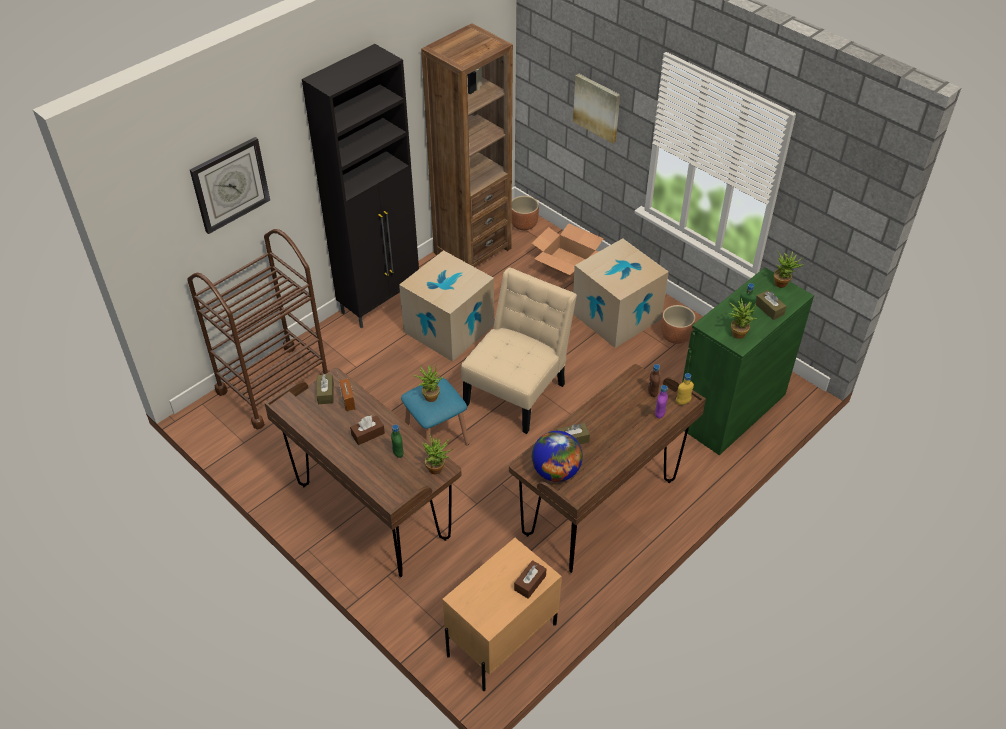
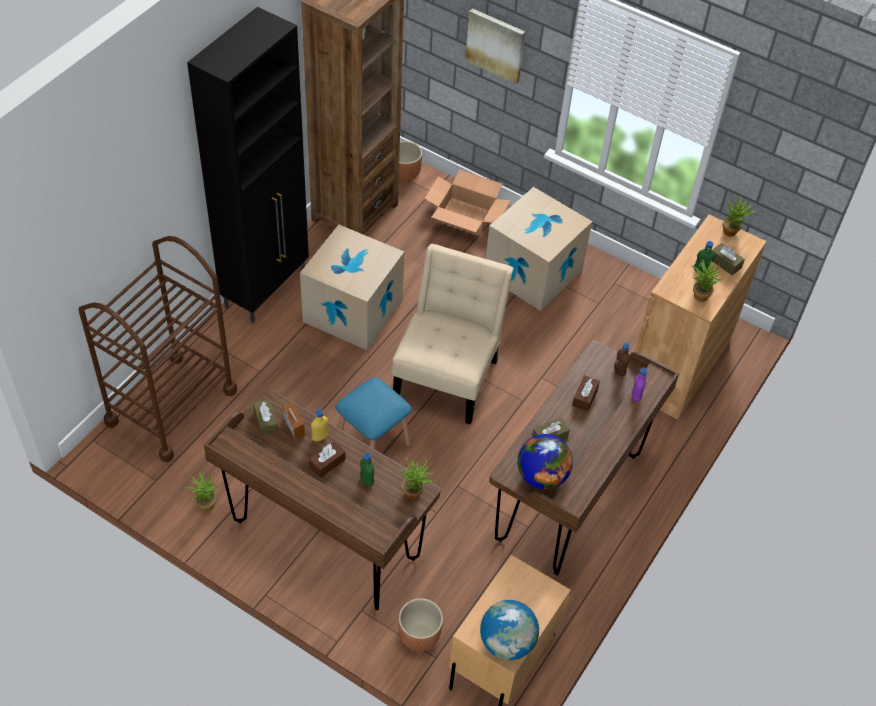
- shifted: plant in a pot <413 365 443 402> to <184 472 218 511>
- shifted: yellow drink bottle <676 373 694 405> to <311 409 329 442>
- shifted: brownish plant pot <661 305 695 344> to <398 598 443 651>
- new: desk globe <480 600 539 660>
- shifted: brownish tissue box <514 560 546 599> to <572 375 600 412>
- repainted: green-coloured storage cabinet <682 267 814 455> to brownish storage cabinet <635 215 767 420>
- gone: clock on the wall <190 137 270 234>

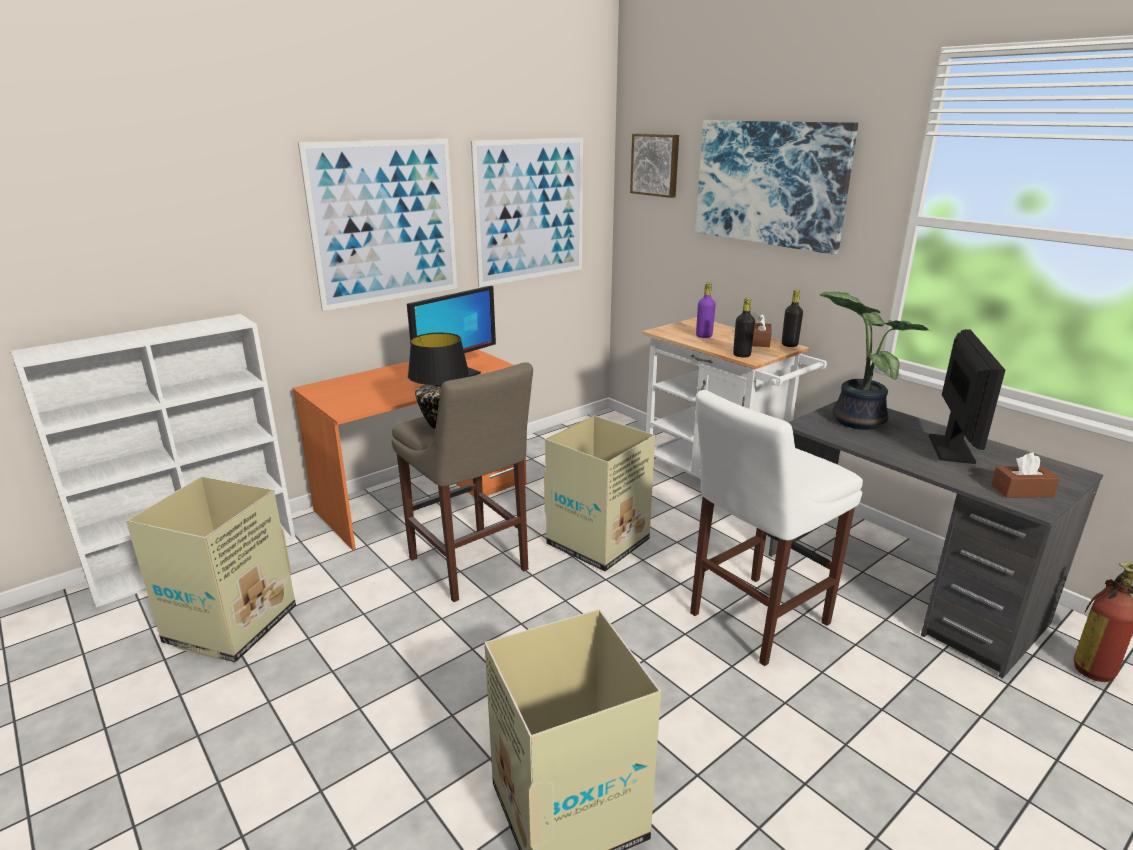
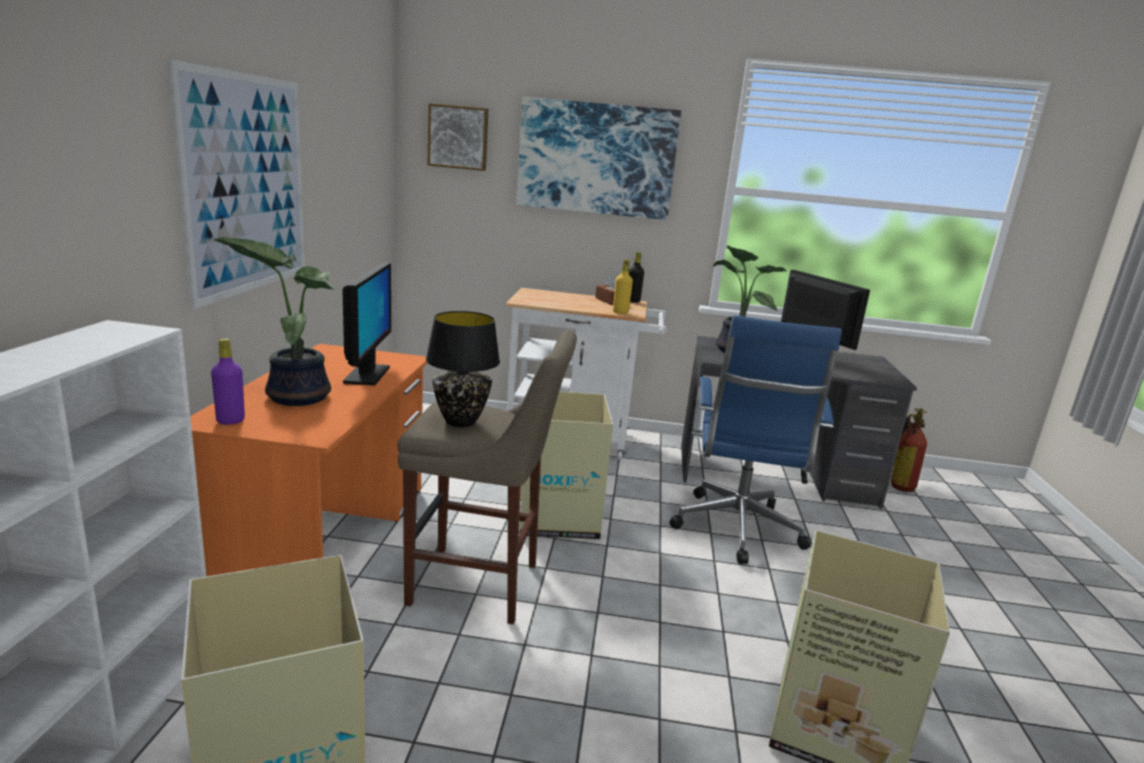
- shifted: purple-coloured drink bottle <696 283 716 338> to <211 338 245 425>
- new: plant in a pot <213 237 337 406>
- repainted: black-coloured drink bottle <733 298 755 357> to yellow drink bottle <613 259 633 314>
- swapped: white-coloured stool <690 390 863 666> to blue-coloured desk chair <670 316 842 564>
- gone: wall picture <471 138 583 287>
- gone: brownish tissue box <991 453 1060 498>

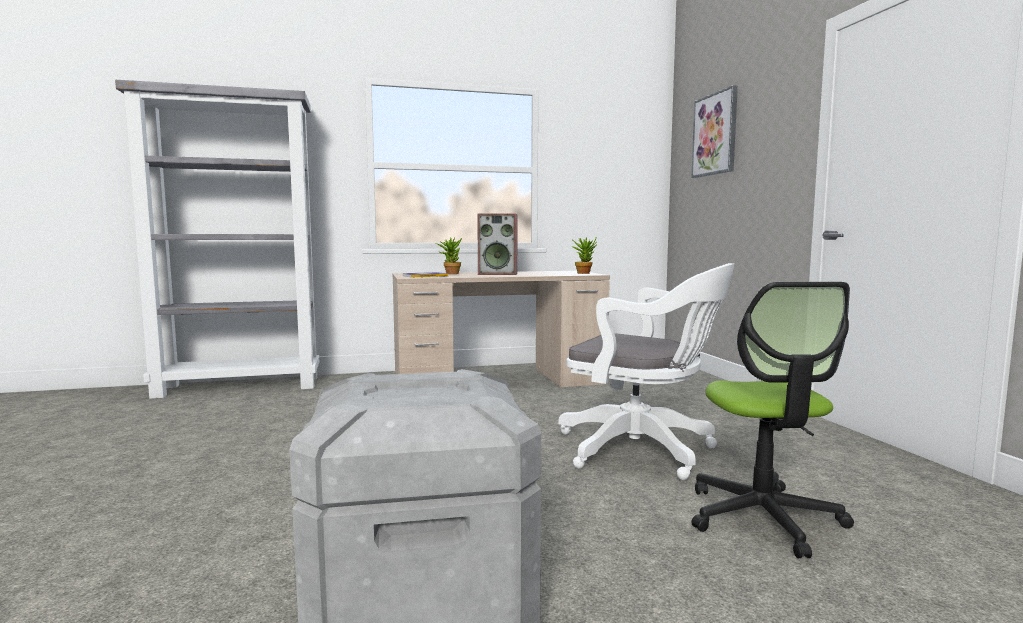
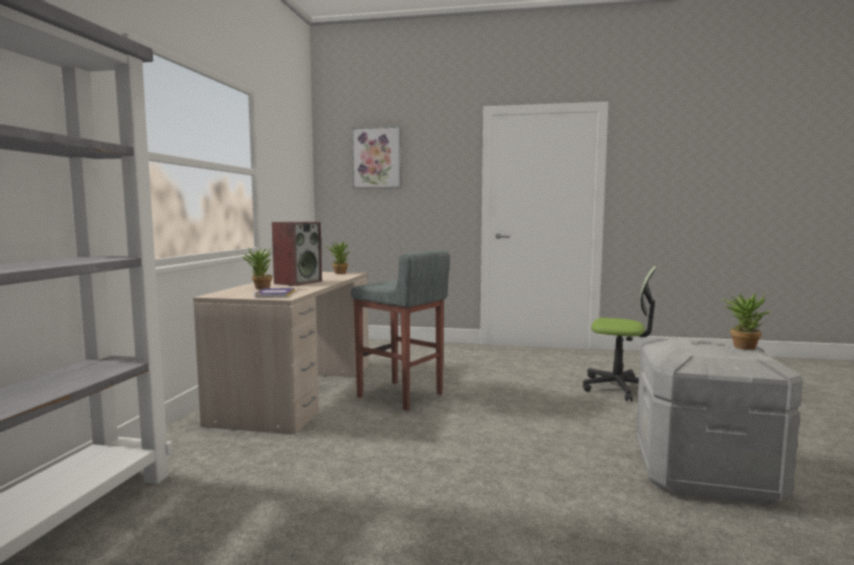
- new: greyish stool <351 250 450 411>
- new: plant in a pot <722 292 771 350>
- gone: white-coloured desk chair <558 263 734 480>

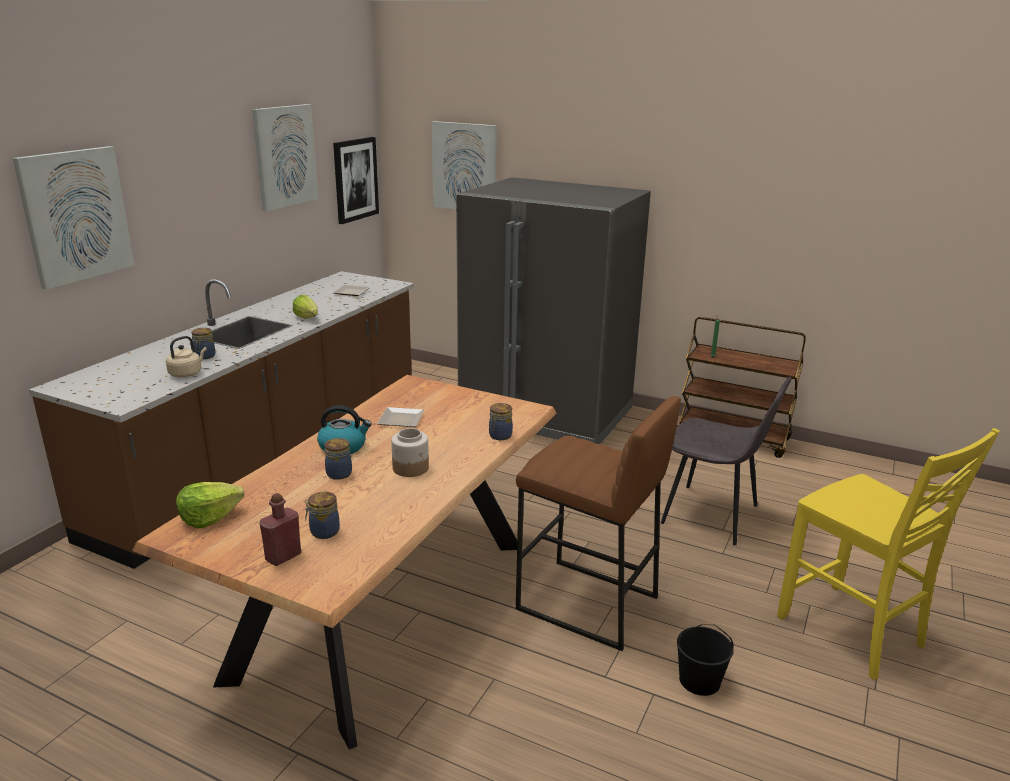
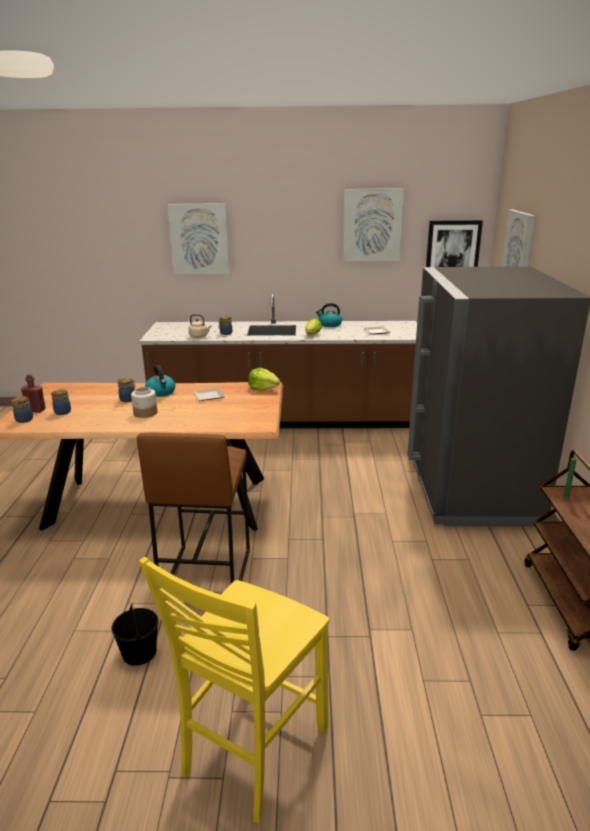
- shifted: preserve jar <489 403 513 440> to <11 396 33 423>
- shifted: lettuce <176 482 244 529> to <248 368 281 390>
- new: kettle <316 303 342 327>
- gone: greyish upright chair <661 376 792 545>

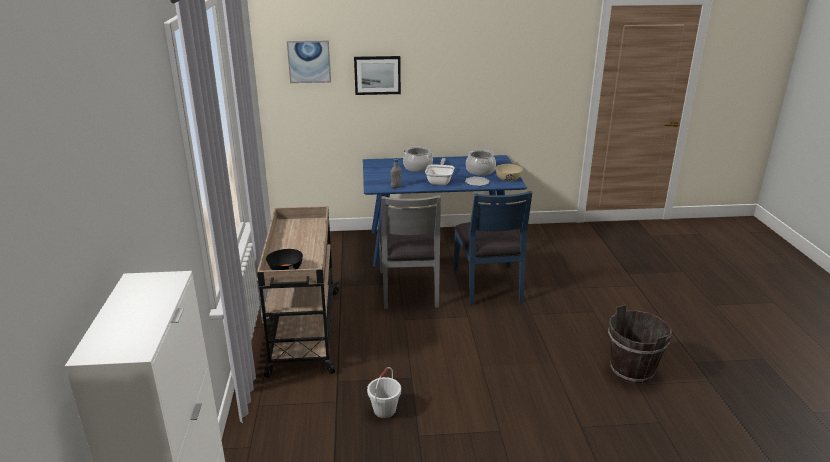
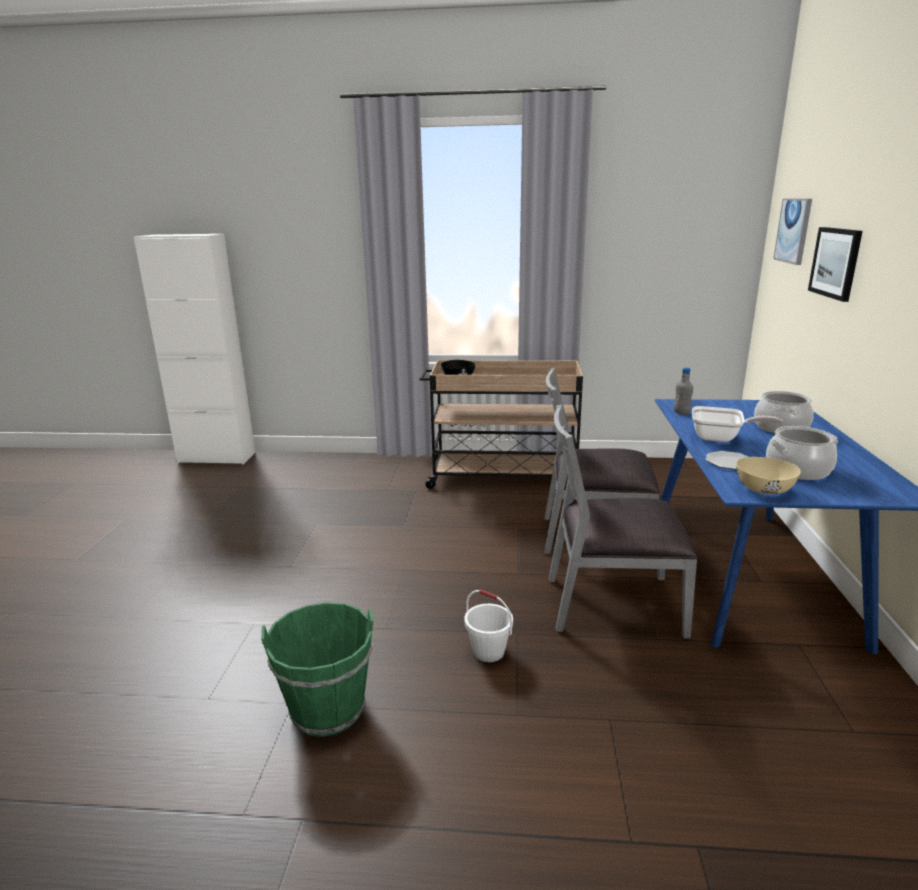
- repainted: brownish bucket <608 305 672 383> to green-coloured bucket <261 602 374 737>
- shifted: white-coloured bucket <367 367 401 418> to <464 590 513 662>
- repainted: blue-coloured upright chair <453 191 532 305> to greyish upright chair <549 404 698 639>

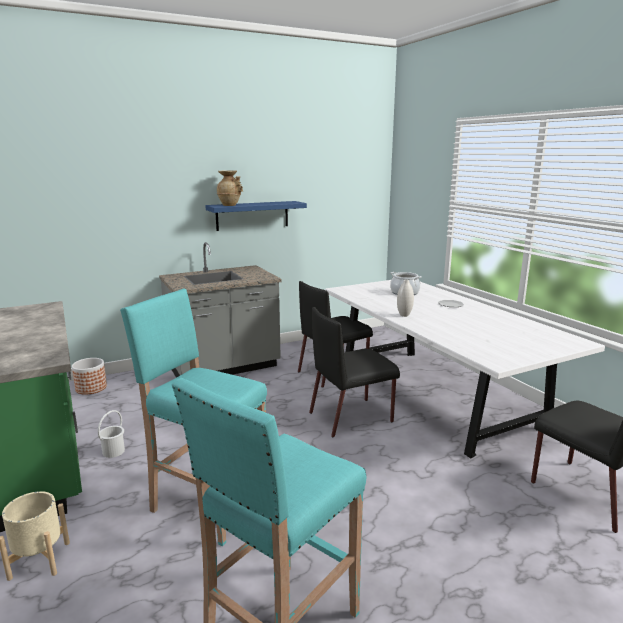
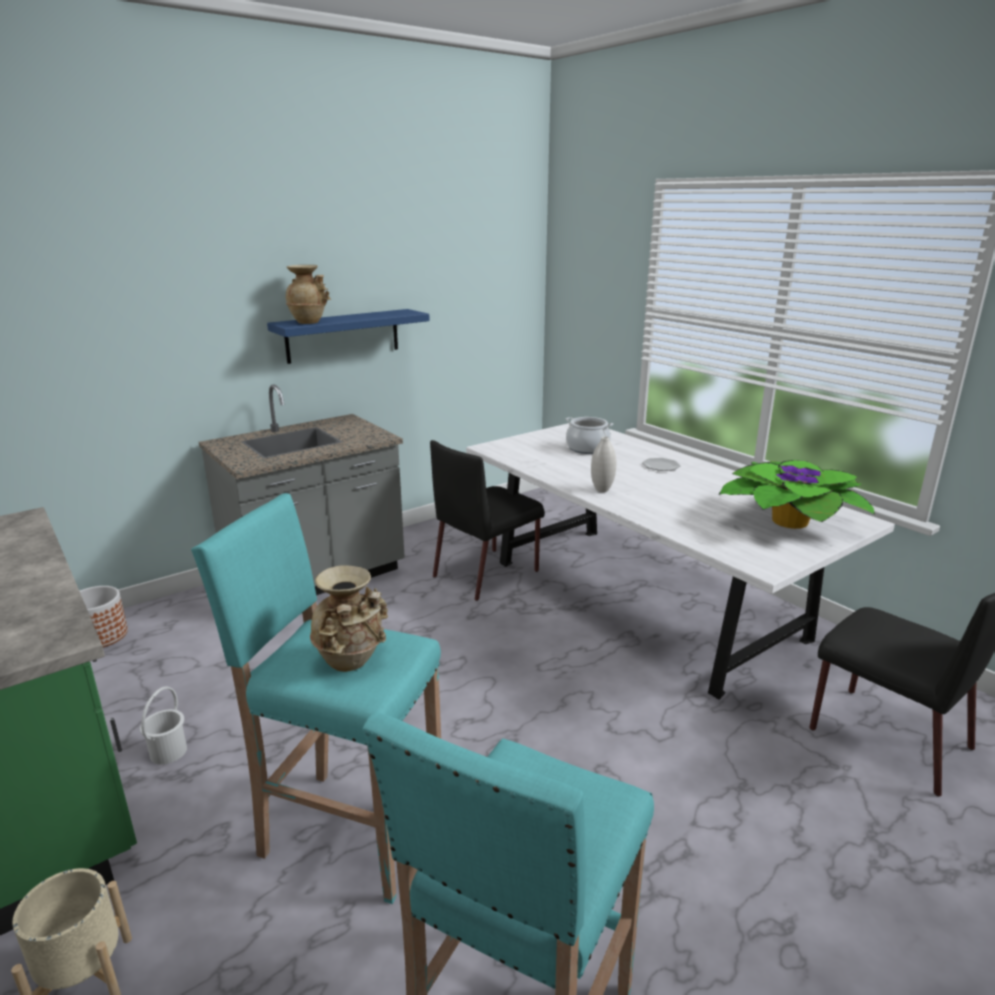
- new: beige decorative vase <310 565 388 672>
- new: plant in a pot <719 460 875 529>
- gone: black-coloured upright chair <309 307 400 437>

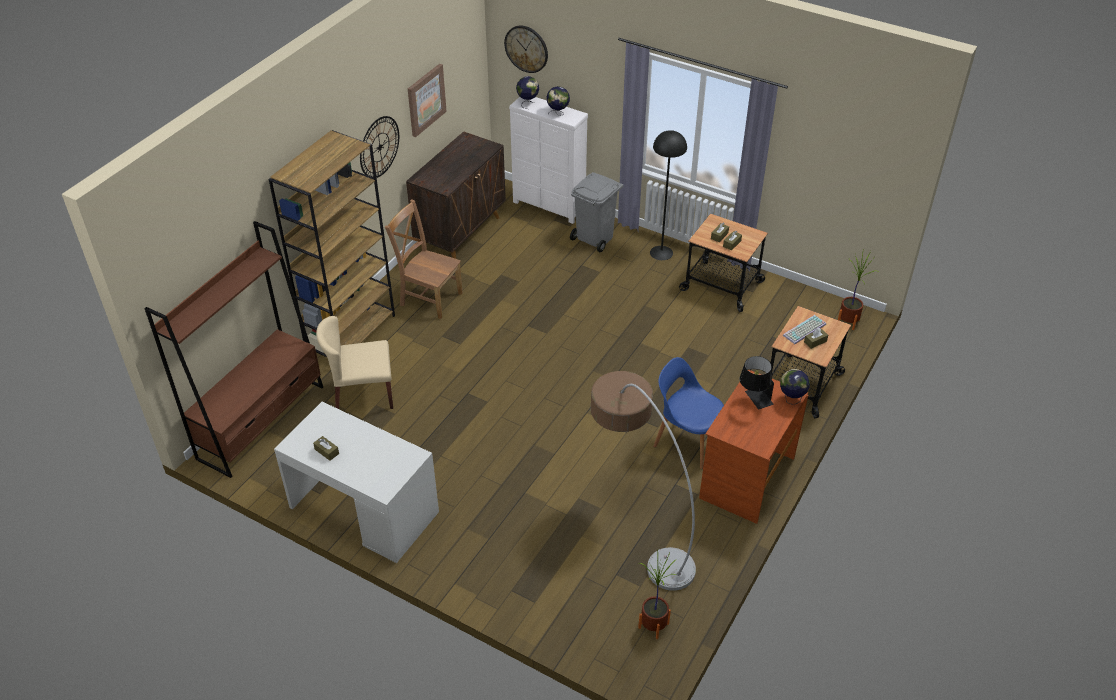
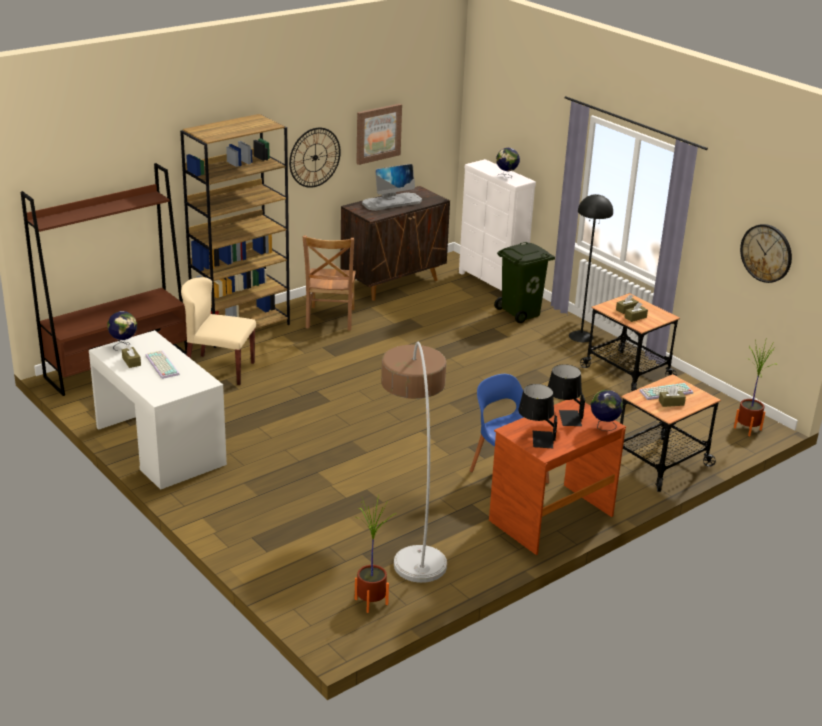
- shifted: desk globe <516 76 539 109> to <107 311 137 351>
- new: computer keyboard <145 350 180 379>
- rotated: brownish upright chair <385 199 463 319> = <303 235 356 331> 135 degrees counterclockwise
- new: computer screen <362 164 422 211>
- repainted: greyish rubbish bin <570 172 623 252> to green-coloured rubbish bin <494 242 555 323>
- new: black-coloured lamp for a table <518 384 557 448>
- shifted: clock on the wall <504 26 548 73> to <740 224 792 283>

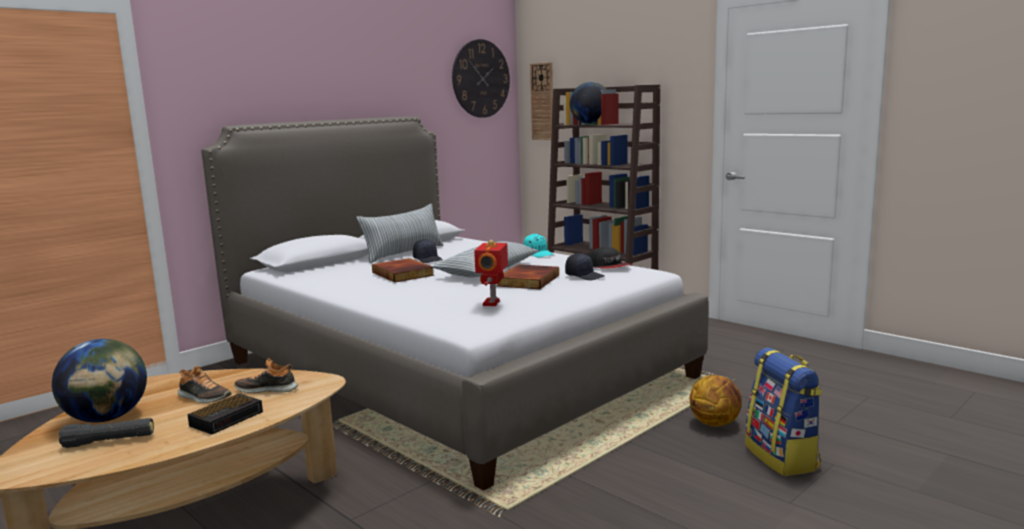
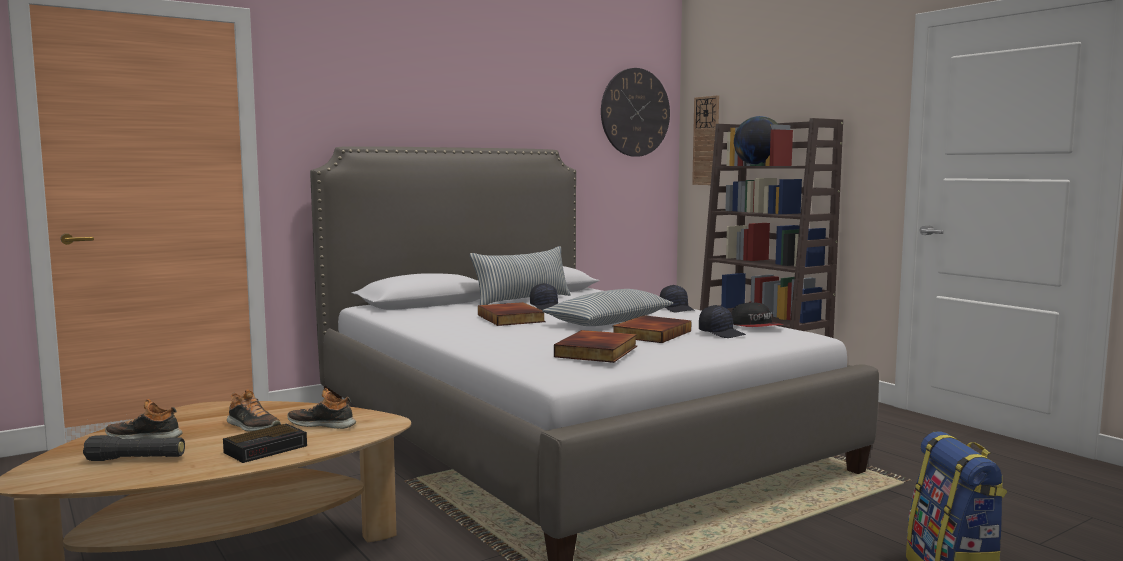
- swapped: desk globe <52 339 147 422> to shoe <105 399 183 439>
- swapped: toy robot <474 240 508 306> to bound book <554 330 637 363>
- repainted: turquoise peaked cap <523 234 554 257> to black-coloured peaked cap <660 285 695 312>
- gone: ball for basketball <690 375 742 427>

